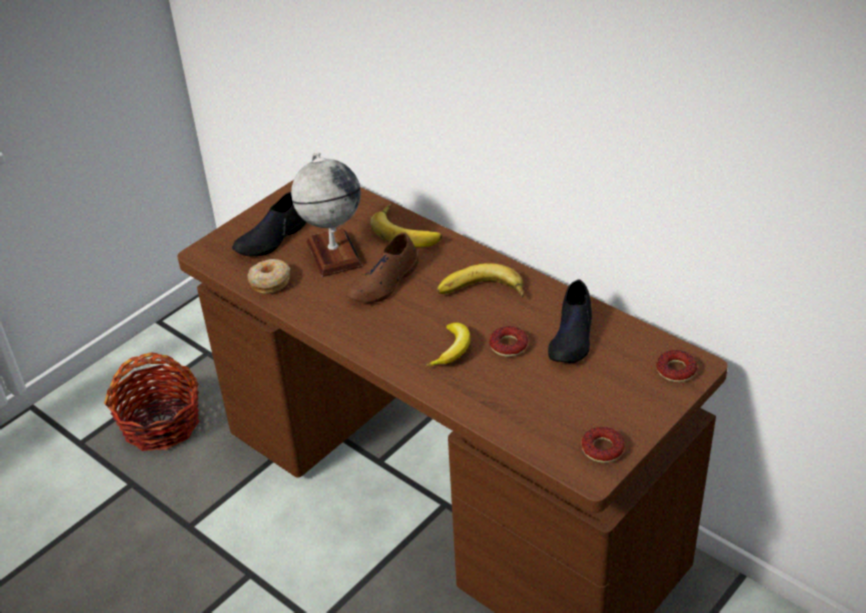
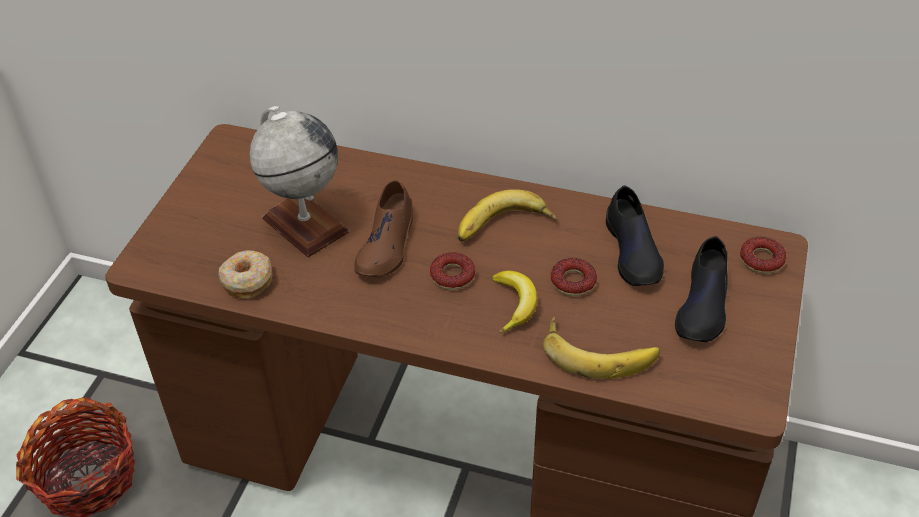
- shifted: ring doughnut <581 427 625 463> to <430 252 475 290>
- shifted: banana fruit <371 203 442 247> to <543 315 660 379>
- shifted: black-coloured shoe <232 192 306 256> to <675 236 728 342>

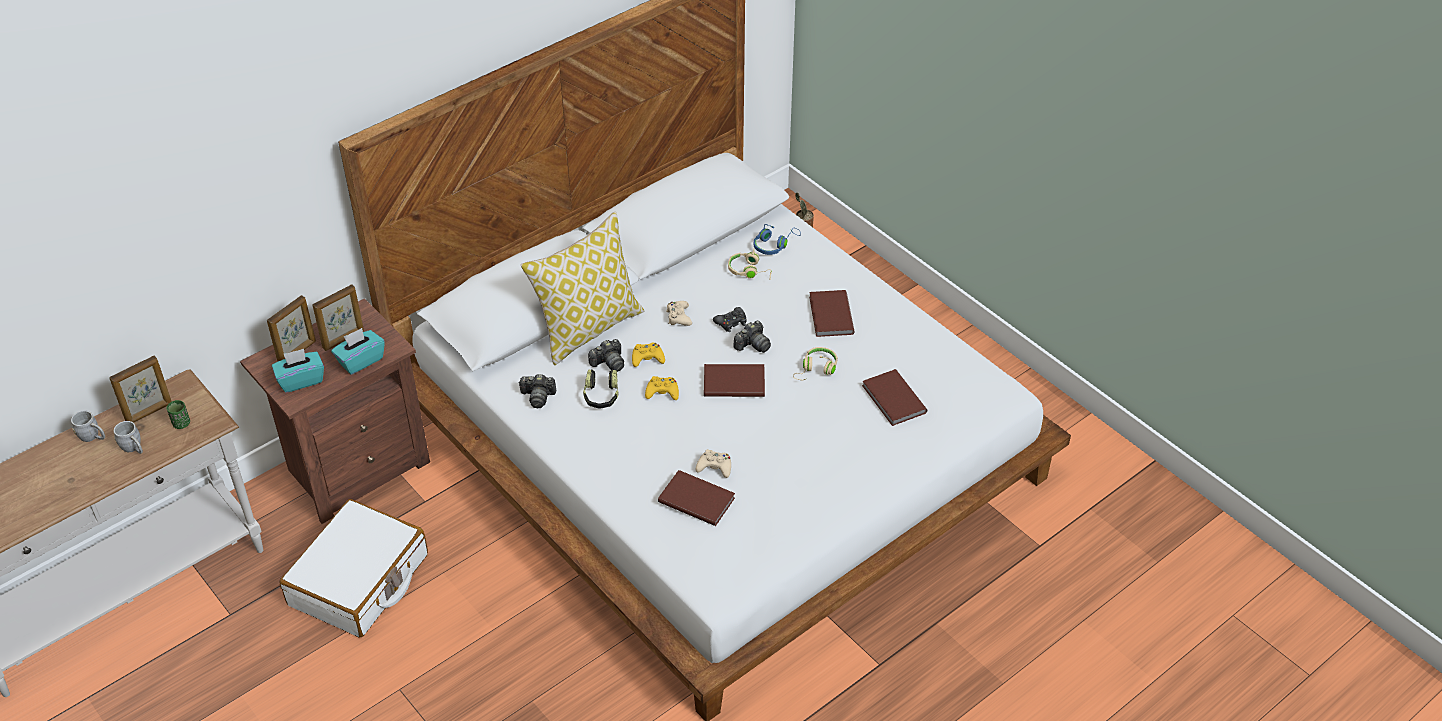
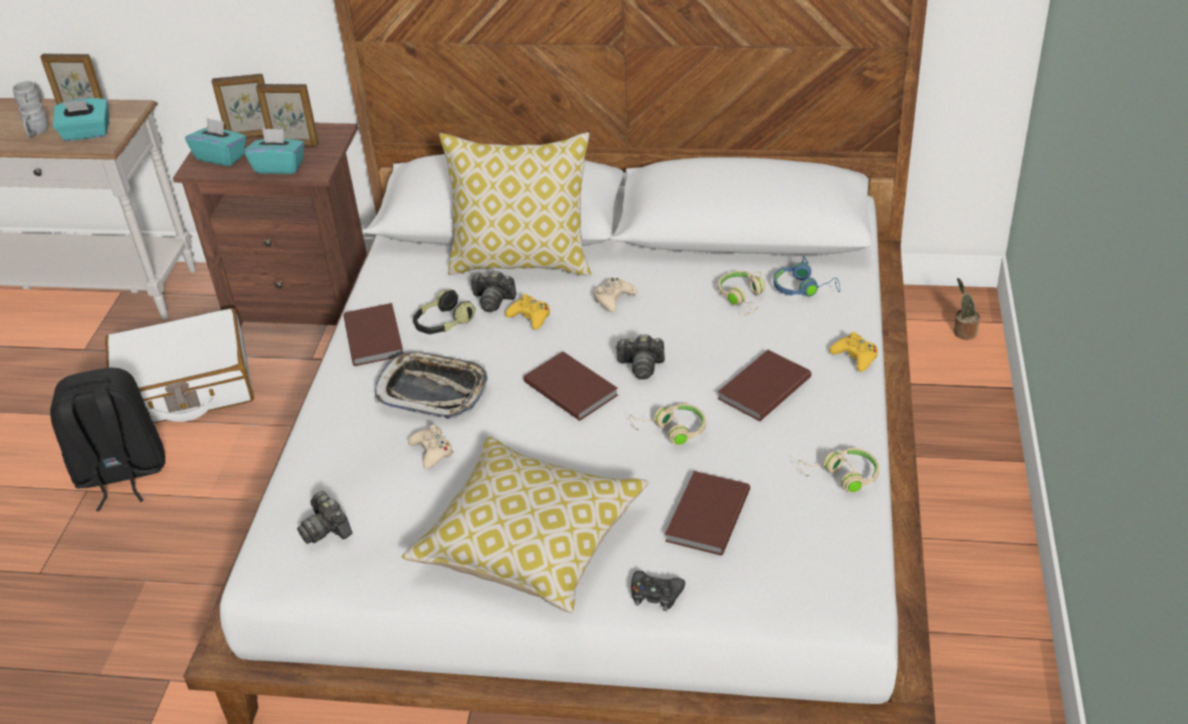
- new: black-coloured rucksack <50 367 165 511>
- swapped: green-coloured drinking cup <167 400 190 429> to turquoise tissue box <53 98 109 141>
- shifted: still camera <518 374 556 408> to <297 491 352 544>
- shifted: brownish bound book <658 470 735 526> to <343 303 404 366>
- new: tray <375 352 488 419>
- new: cushion <402 437 649 613>
- shifted: black-coloured joypad <713 307 746 332> to <631 571 685 611>
- new: beige headphones <798 448 880 493>
- shifted: yellow joypad <645 376 679 400> to <830 332 878 372>

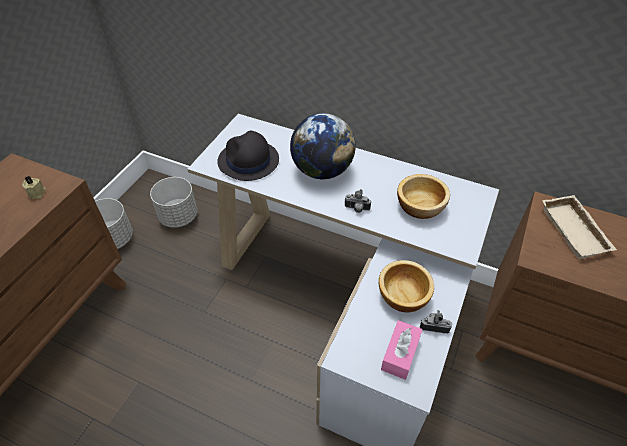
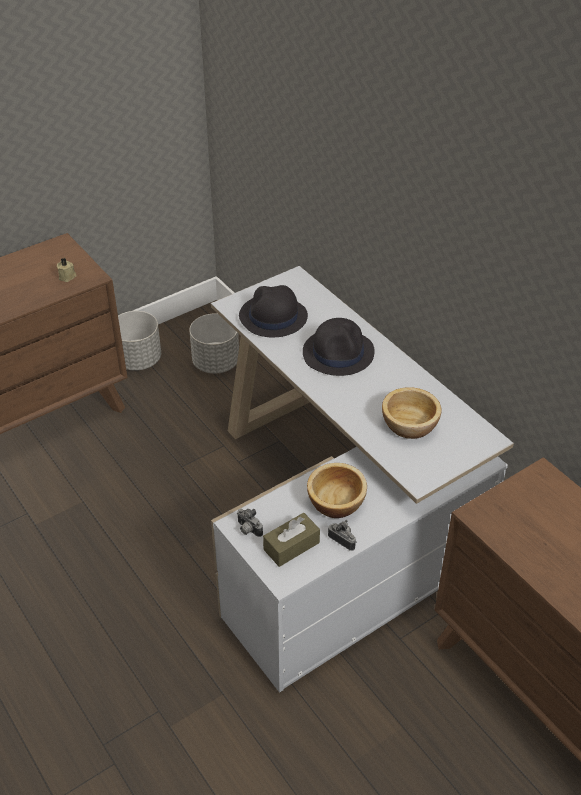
- shifted: still camera <344 189 371 213> to <237 509 263 537>
- repainted: pink-coloured tissue box <381 320 422 380> to brownish tissue box <263 513 320 567>
- swapped: desk globe <290 113 355 179> to black-coloured clothing hat <303 318 375 376>
- gone: beige tray <542 195 617 260>

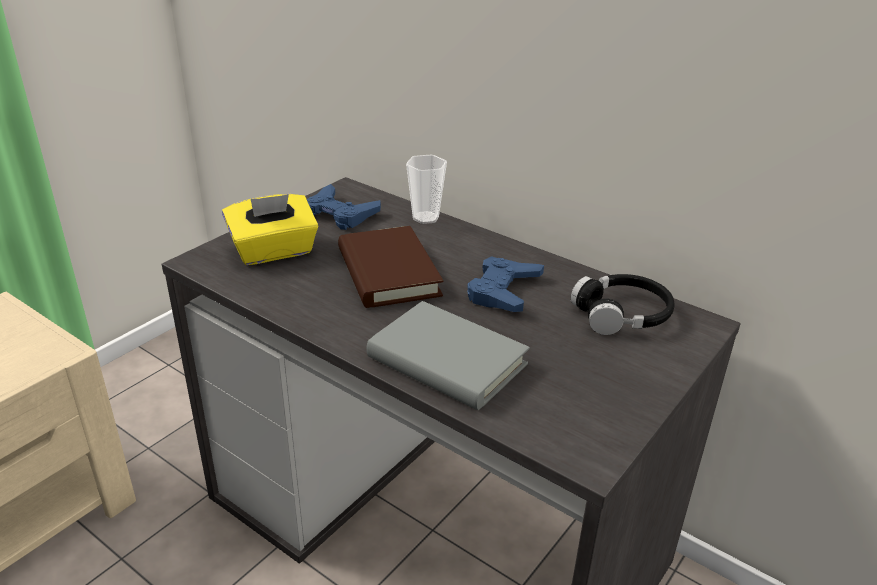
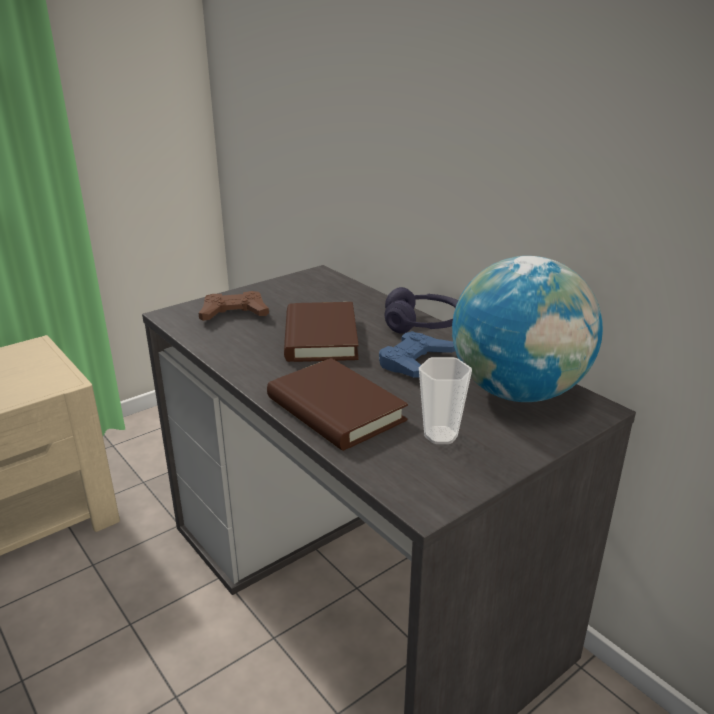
- swapped: yellow tissue box <222 194 318 265> to brownish joypad <198 291 269 321>
- repainted: greyish bound book <366 301 530 410> to brownish bound book <267 358 408 451>
- new: purple-coloured headphones <385 287 458 333>
- shifted: drinking cup <406 155 447 224> to <419 357 472 444>
- swapped: black-coloured headphones <571 274 675 335> to desk globe <452 256 603 402>
- gone: blue-coloured joypad <307 184 381 230>

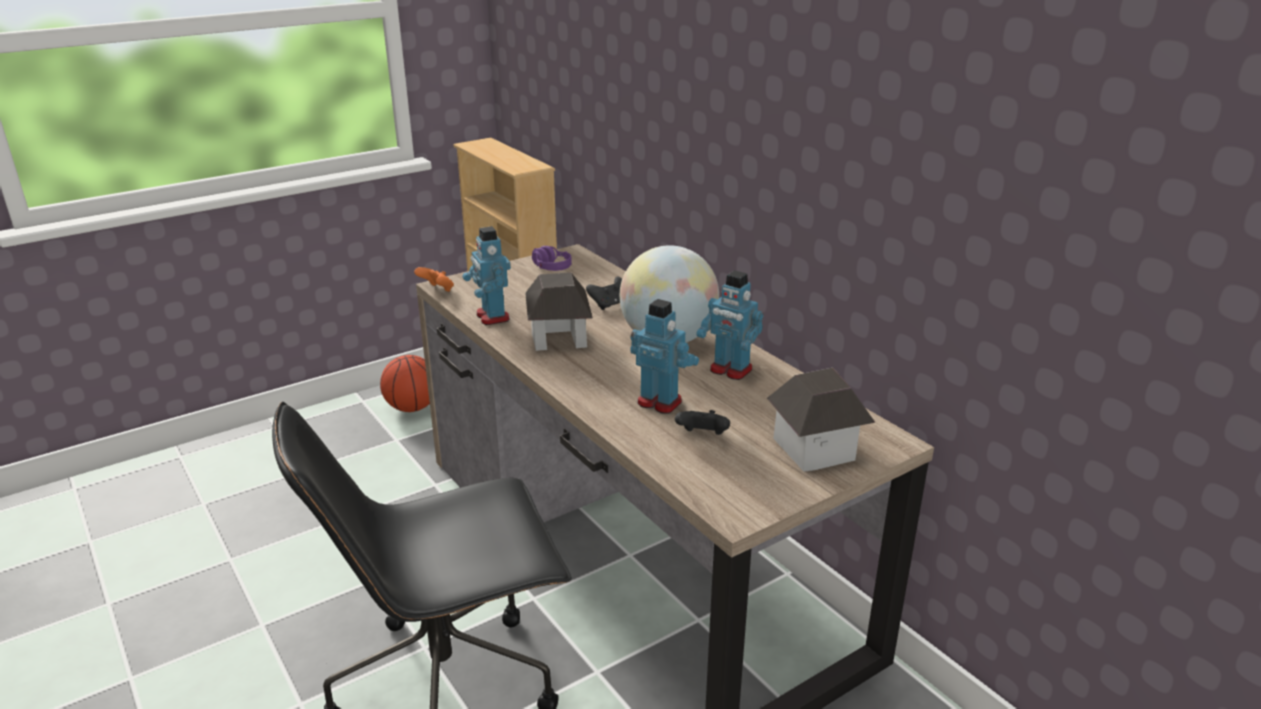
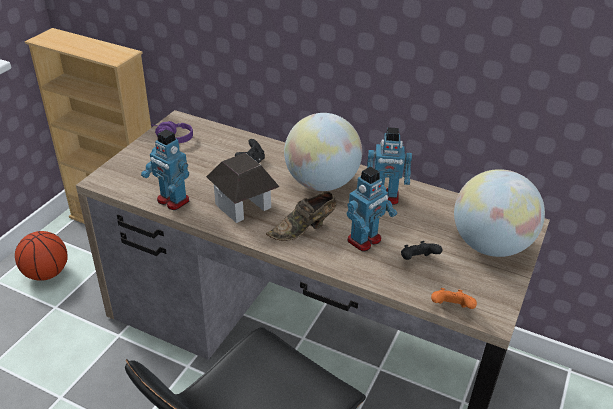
- new: brownish shoe <266 192 336 241>
- rotated: toy robot <630 299 699 414> = <347 166 397 251> 135 degrees clockwise
- shifted: orange-coloured joypad <414 267 454 292> to <431 288 477 309>
- swapped: model house <767 368 876 472> to desk globe <454 169 545 257>

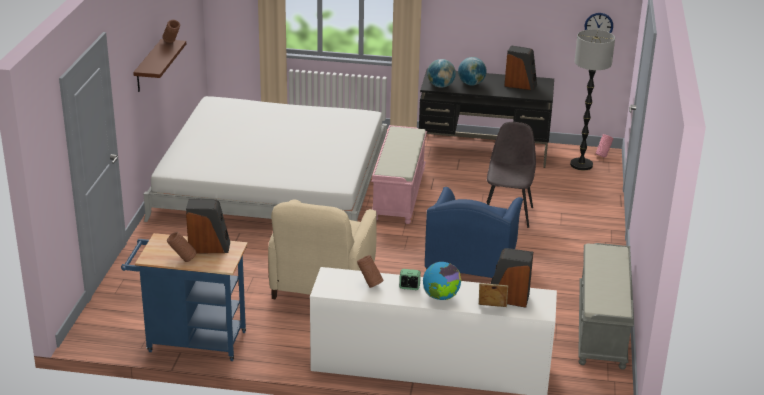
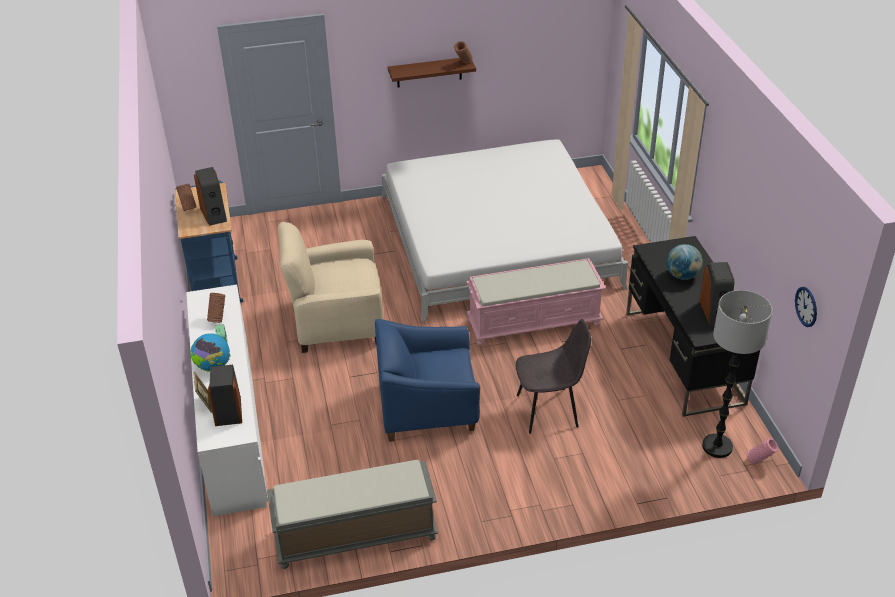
- gone: desk globe <427 59 456 88>

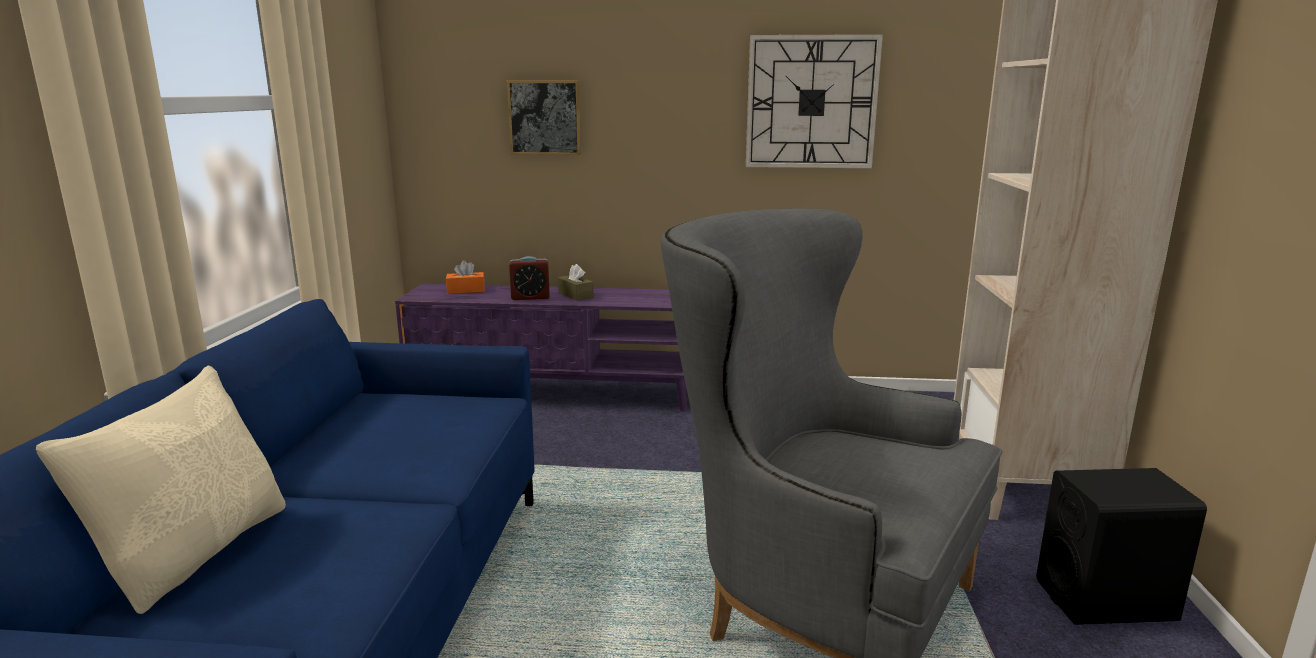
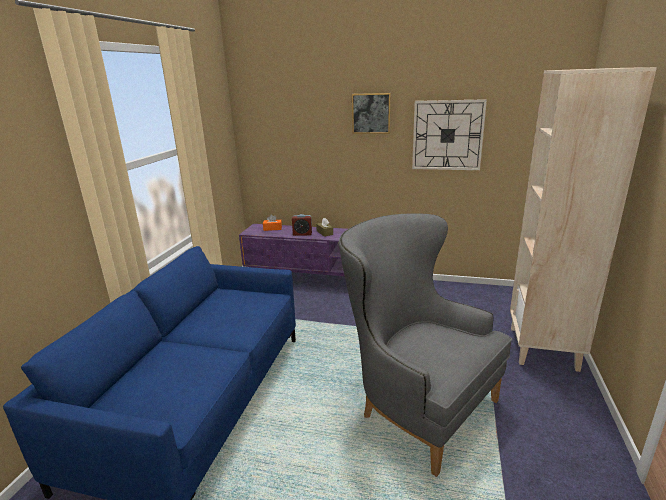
- shifted: wall picture <507 80 581 155> to <352 93 391 134>
- gone: beige cushion <36 365 286 614>
- gone: black-coloured loudspeaker <1036 468 1207 625>

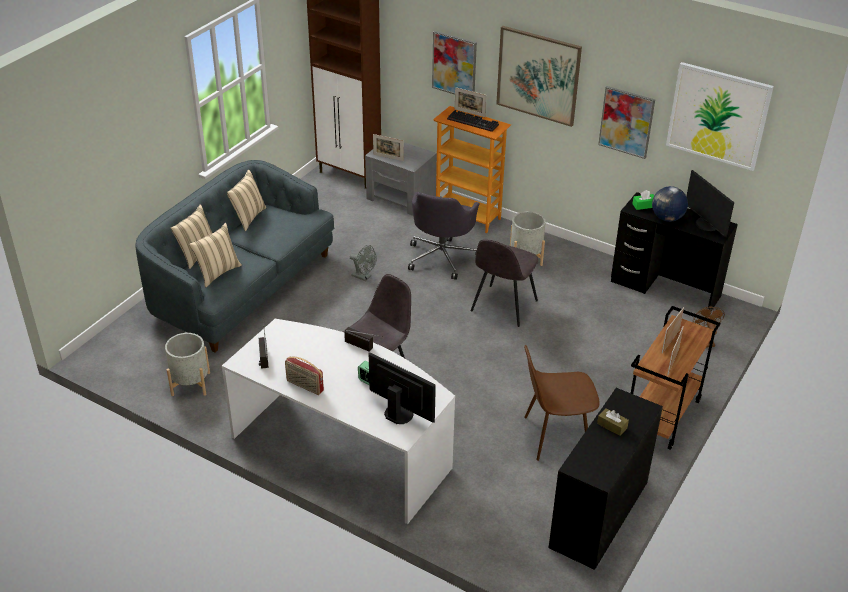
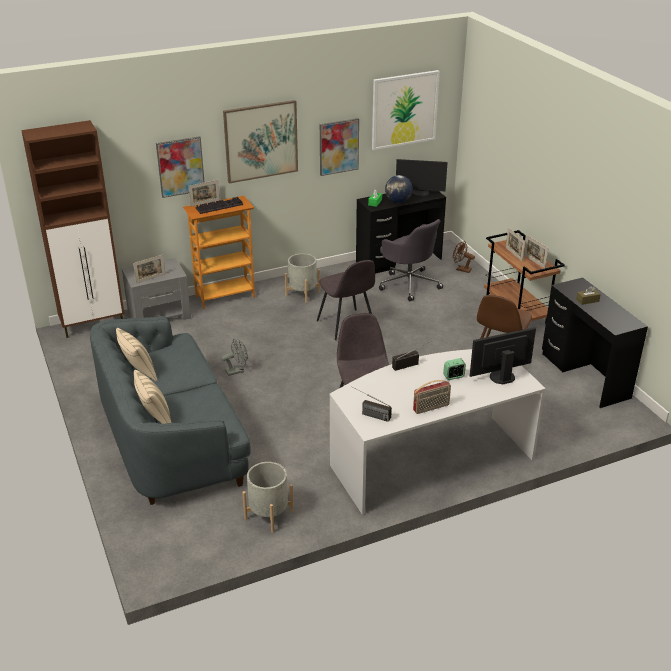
- shifted: greyish desk chair <408 192 480 280> to <379 219 443 301>
- gone: beige cushion <189 223 242 287>

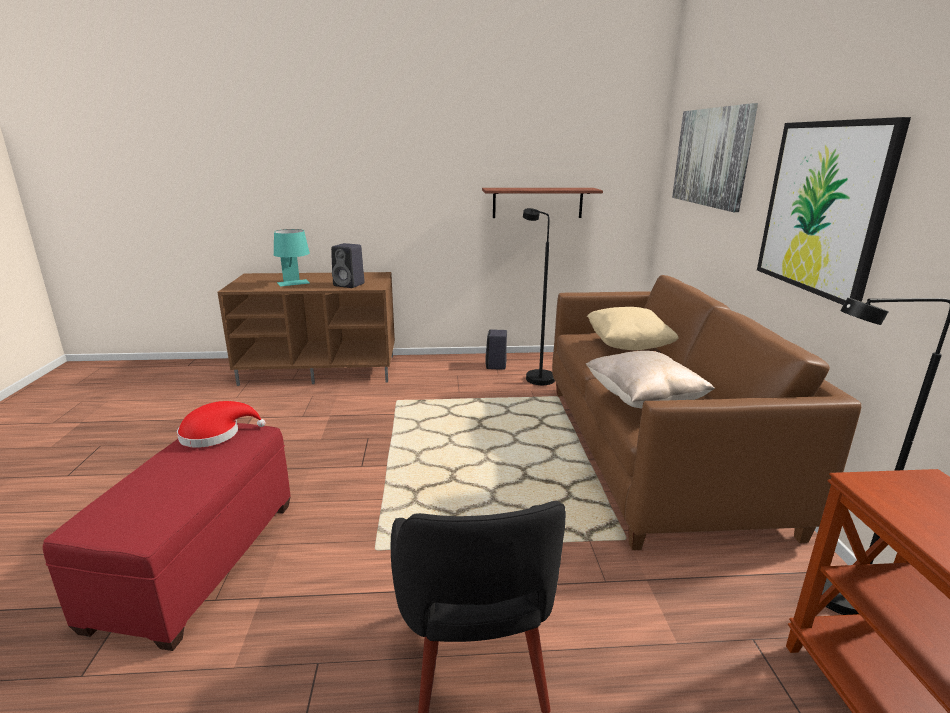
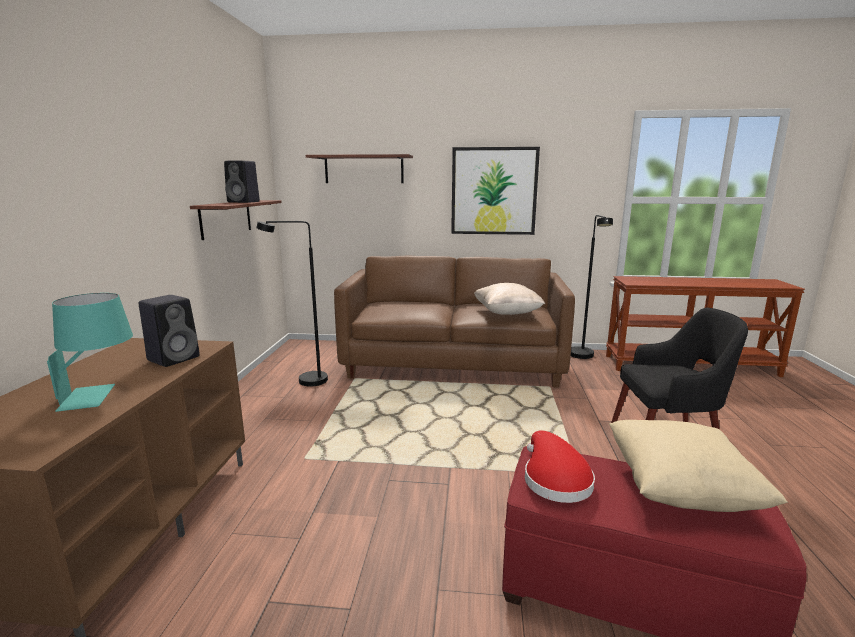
- shifted: black-coloured loudspeaker <486 329 507 370> to <224 160 260 203>
- swapped: wall picture <672 103 758 212> to bracket shelf <306 154 413 183>
- shifted: beige cushion <587 307 679 350> to <609 420 788 512>

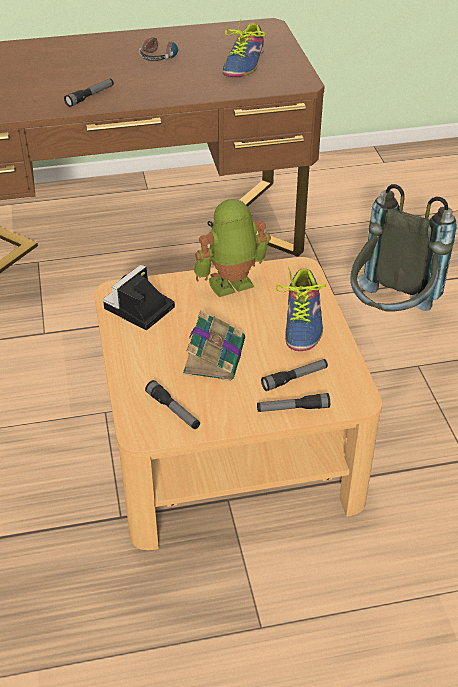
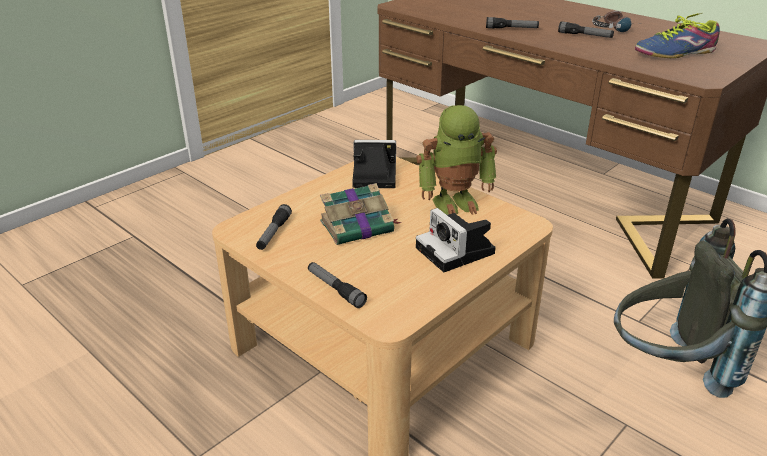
- rotated: toy robot <194 199 271 297> = <416 105 497 215> 135 degrees clockwise
- swapped: shoe <275 267 326 351> to still camera <416 208 496 272>
- shifted: flashlight <261 359 328 391> to <558 21 614 38>

